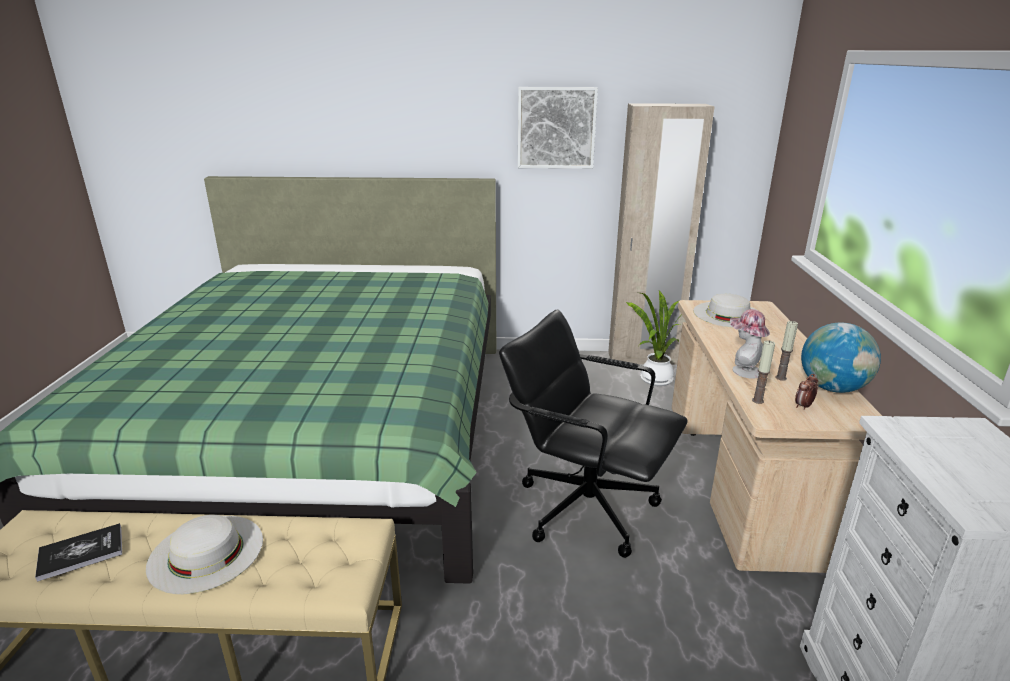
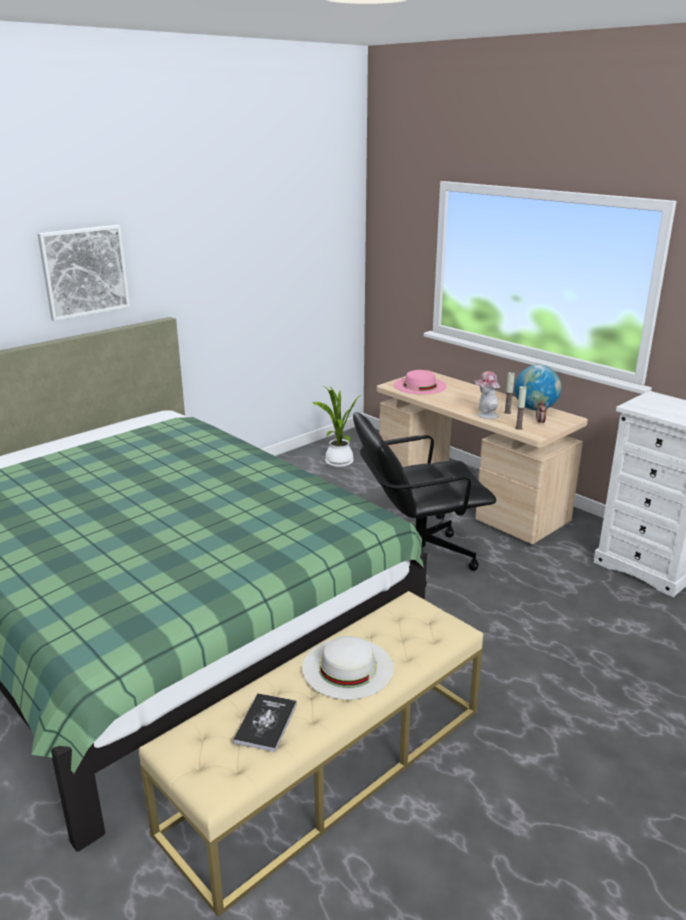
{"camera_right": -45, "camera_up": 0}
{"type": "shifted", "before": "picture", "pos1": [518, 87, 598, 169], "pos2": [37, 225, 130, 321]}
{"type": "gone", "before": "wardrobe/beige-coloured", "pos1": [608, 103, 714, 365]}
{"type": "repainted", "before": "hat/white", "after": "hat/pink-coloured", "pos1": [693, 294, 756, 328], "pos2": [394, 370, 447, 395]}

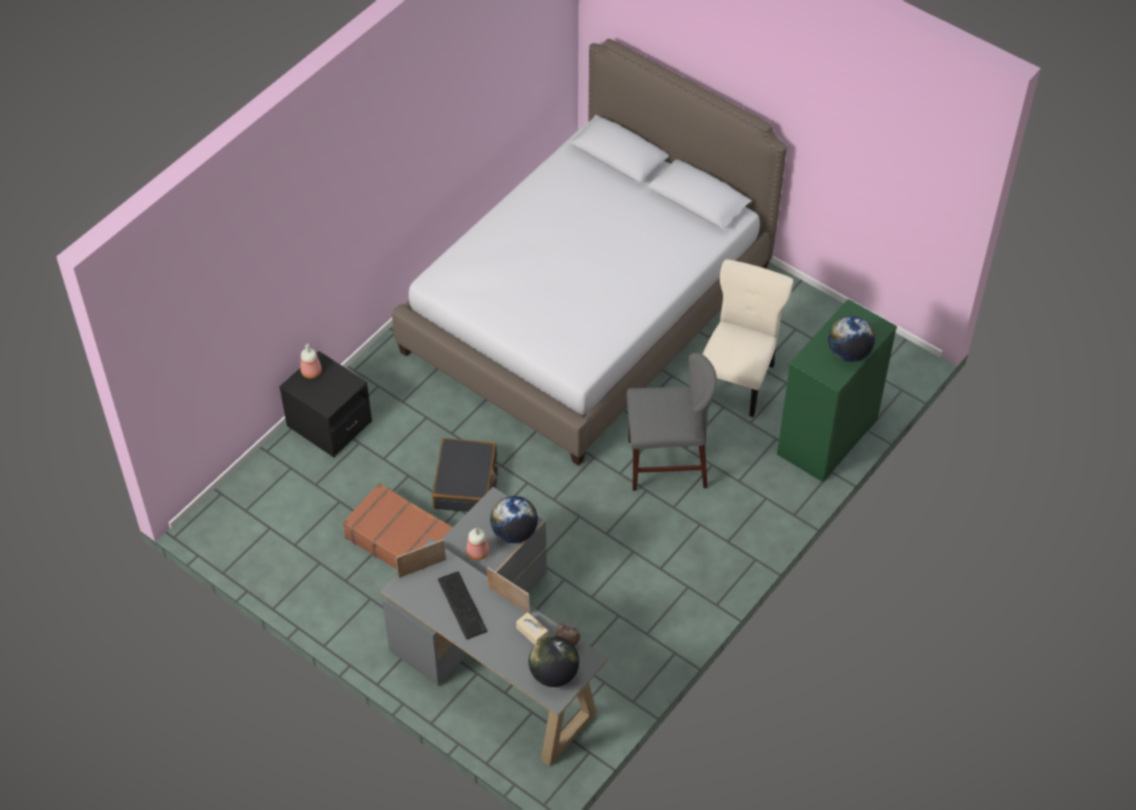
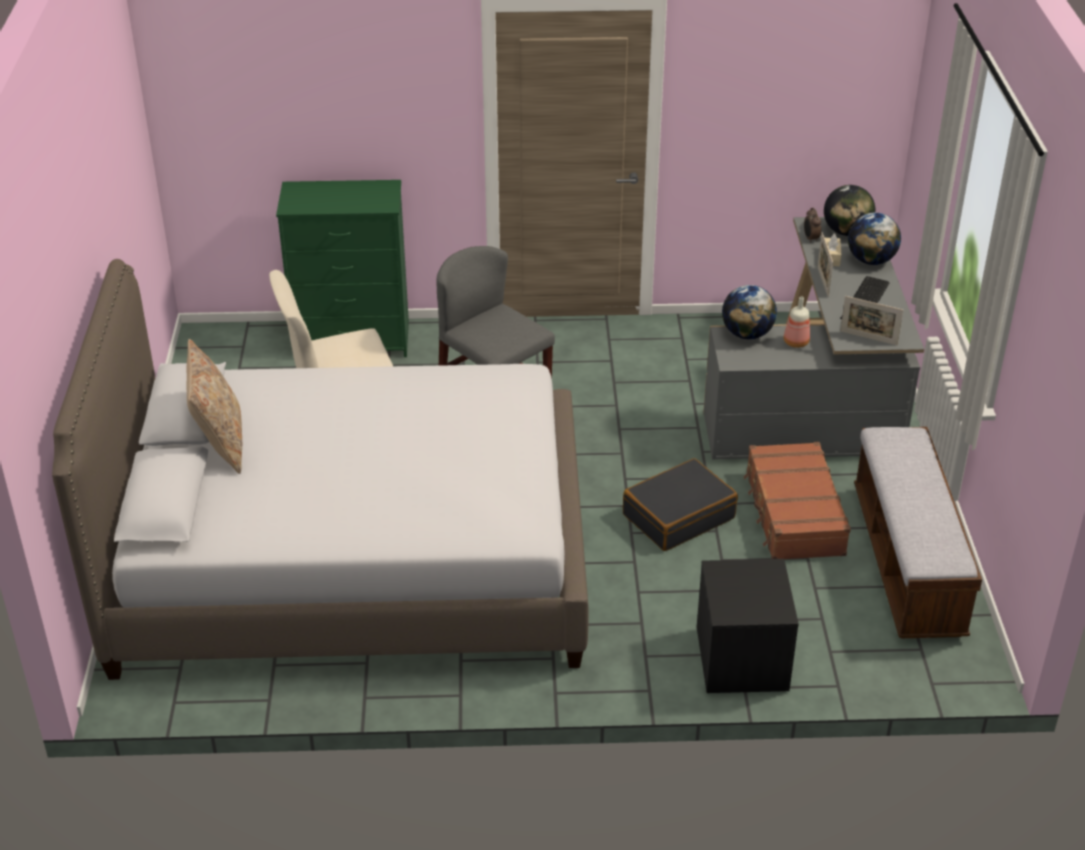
{"camera_right": -130, "camera_up": -15}
{"type": "gone", "before": "drink bottle", "pos1": [300, 344, 322, 379]}
{"type": "shifted", "before": "globe", "pos1": [828, 316, 875, 362], "pos2": [848, 212, 901, 265]}
{"type": "new", "after": "pillow/beige-coloured", "pos2": [187, 339, 242, 474]}
{"type": "new", "after": "bench", "pos2": [854, 427, 982, 638]}

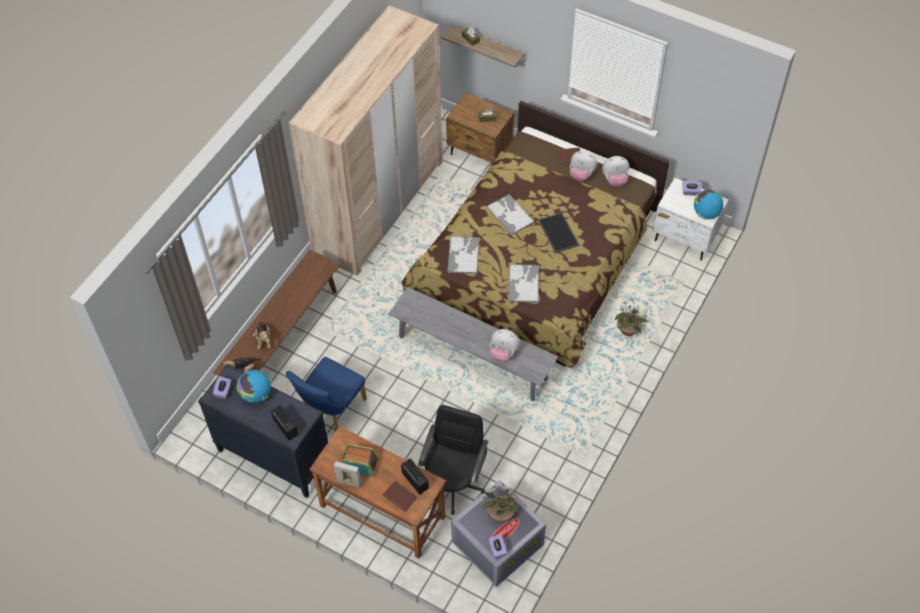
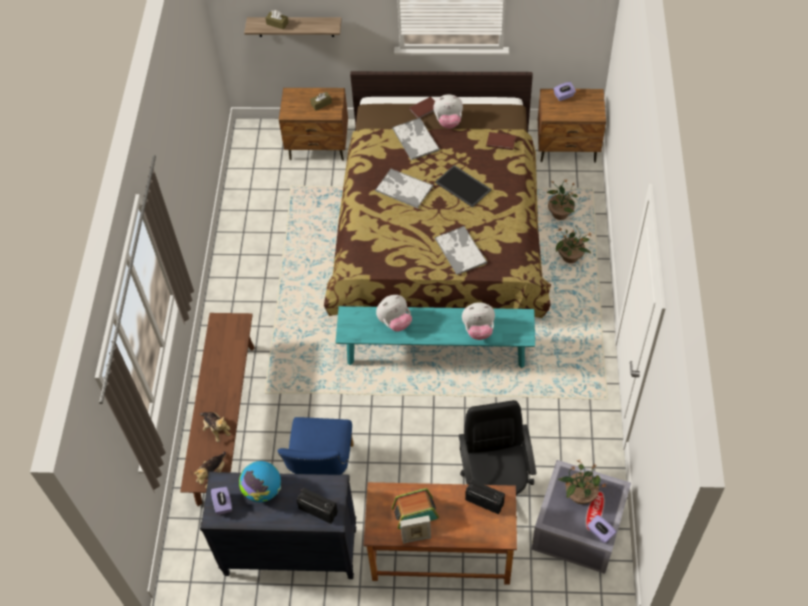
{"camera_right": -25, "camera_up": 0}
{"type": "gone", "before": "wardrobe/beige-coloured", "pos1": [289, 5, 443, 276]}
{"type": "shifted", "before": "book/brown", "pos1": [383, 481, 417, 512], "pos2": [486, 132, 516, 150]}
{"type": "repainted", "before": "bench/grey", "after": "bench/blue-green", "pos1": [389, 287, 558, 401], "pos2": [335, 306, 535, 368]}
{"type": "shifted", "before": "carrying tray", "pos1": [447, 236, 479, 274], "pos2": [392, 118, 440, 161]}
{"type": "shifted", "before": "plush toy", "pos1": [602, 156, 629, 187], "pos2": [376, 295, 412, 332]}
{"type": "repainted", "before": "night table/white", "after": "night table/brown", "pos1": [653, 178, 729, 261], "pos2": [538, 89, 606, 163]}
{"type": "gone", "before": "globe", "pos1": [694, 190, 723, 220]}
{"type": "new", "after": "plant in a pot", "pos2": [547, 179, 578, 220]}

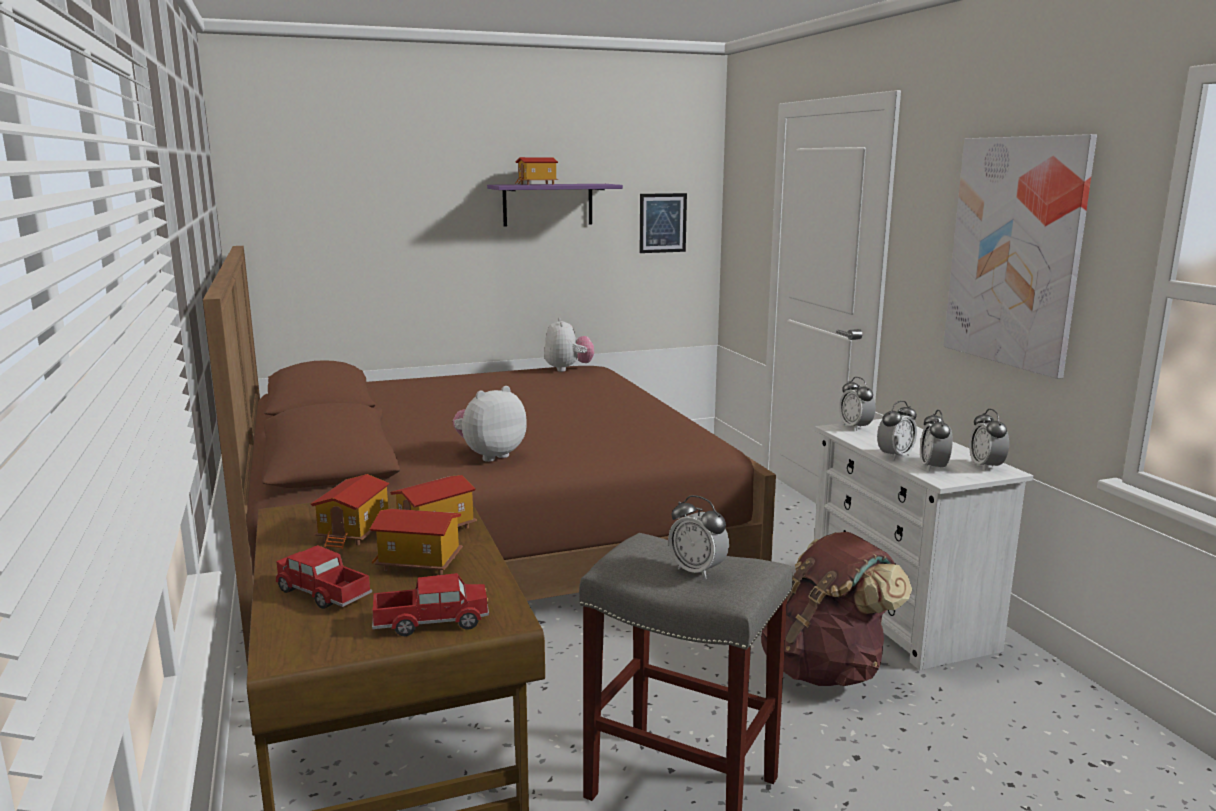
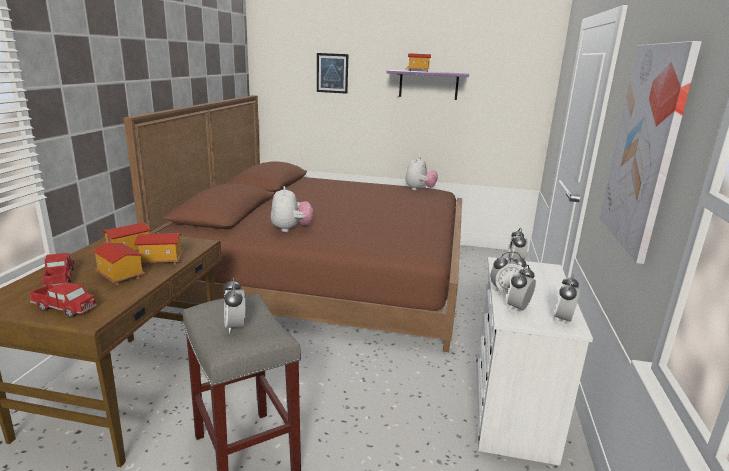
{"camera_right": 30, "camera_up": 5}
{"type": "rotated", "before": "plush toy", "pos1": [453, 386, 527, 462], "pos2": [271, 186, 313, 232], "turn": 90}
{"type": "shifted", "before": "picture", "pos1": [640, 193, 687, 253], "pos2": [317, 53, 348, 94]}
{"type": "gone", "before": "rucksack/brown", "pos1": [761, 532, 912, 686]}

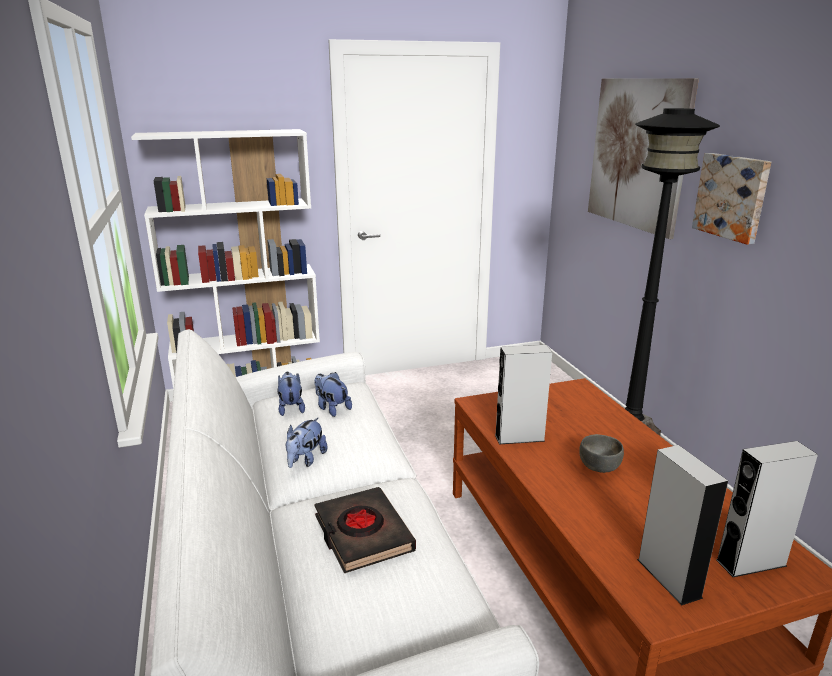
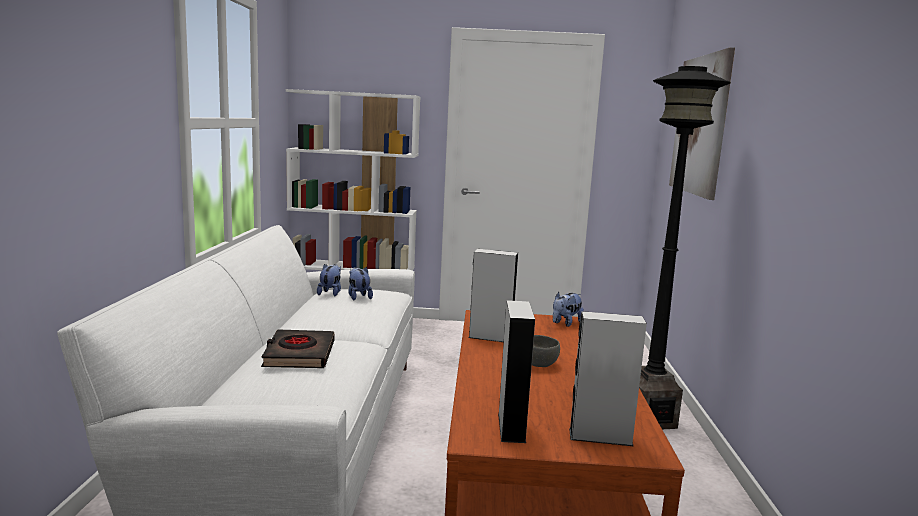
{"camera_right": 20, "camera_up": -10}
{"type": "shifted", "before": "plush toy", "pos1": [286, 417, 328, 468], "pos2": [553, 292, 584, 327]}
{"type": "gone", "before": "picture", "pos1": [692, 153, 771, 245]}

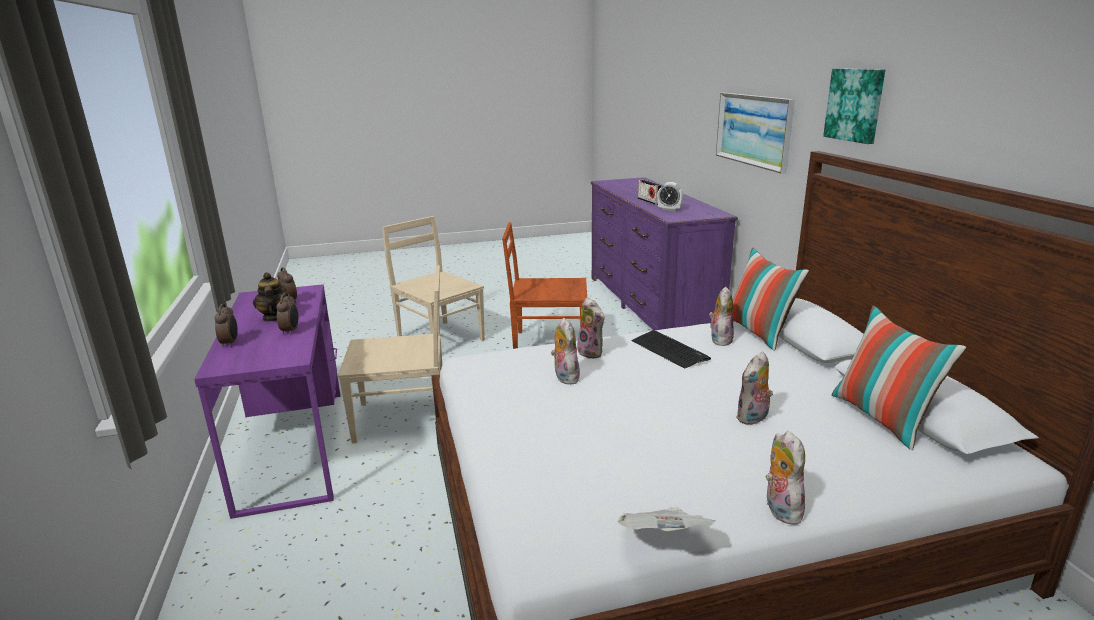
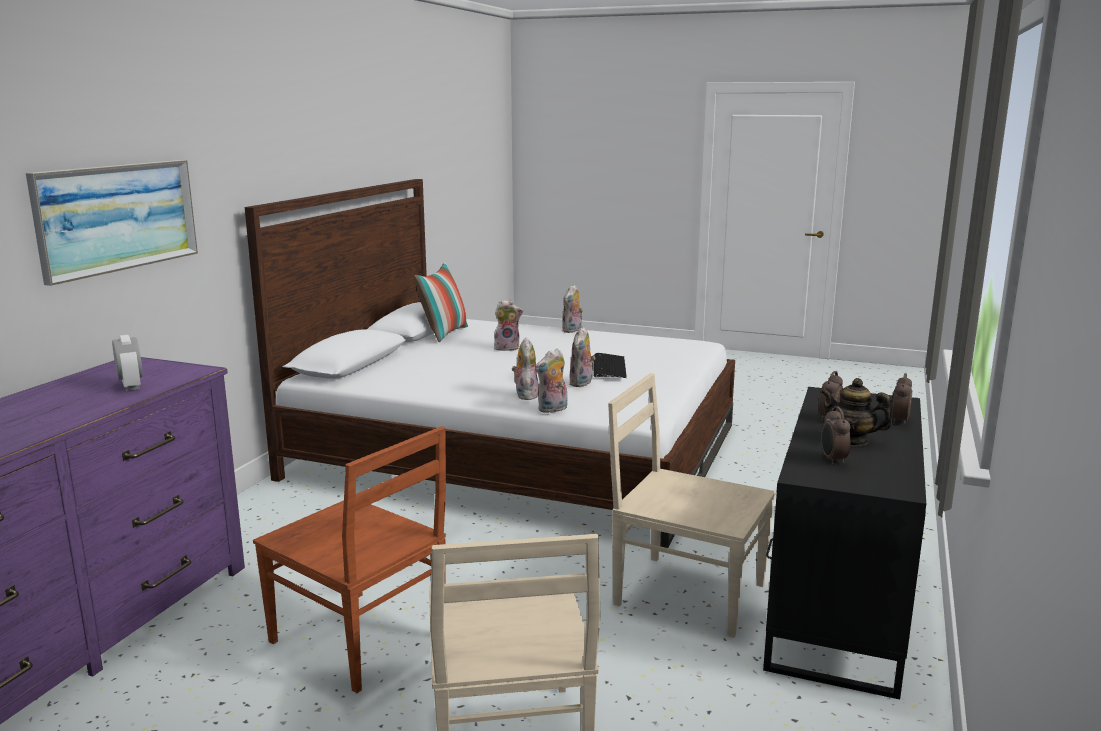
{"camera_right": -145, "camera_up": -5}
{"type": "repainted", "before": "desk unit/purple", "after": "desk unit/black", "pos1": [194, 284, 341, 519], "pos2": [763, 387, 926, 699]}
{"type": "rotated", "before": "teapot", "pos1": [253, 272, 286, 322], "pos2": [821, 378, 893, 446], "turn": 105}
{"type": "gone", "before": "newspaper", "pos1": [618, 507, 715, 531]}
{"type": "shifted", "before": "computer keyboard", "pos1": [632, 330, 711, 369], "pos2": [594, 353, 627, 378]}
{"type": "gone", "before": "radio receiver", "pos1": [638, 180, 662, 205]}
{"type": "shifted", "before": "plush toy", "pos1": [709, 287, 734, 346], "pos2": [535, 348, 567, 413]}
{"type": "gone", "before": "pillow", "pos1": [733, 248, 809, 351]}
{"type": "gone", "before": "picture", "pos1": [823, 68, 885, 144]}

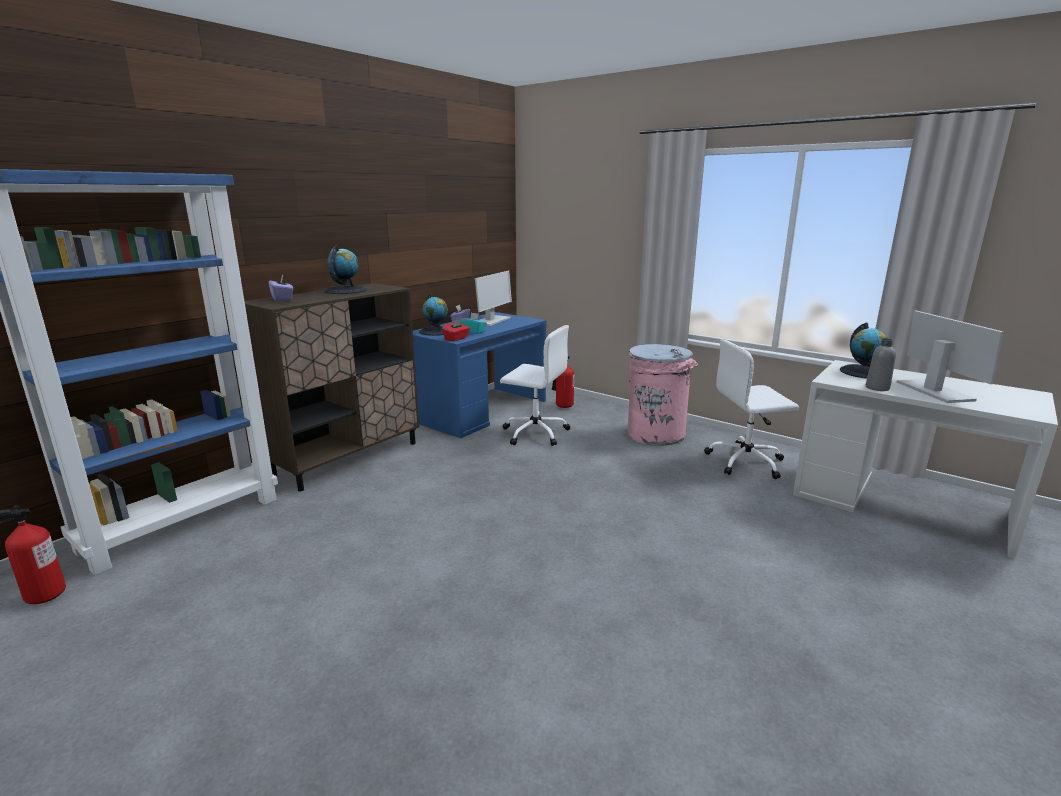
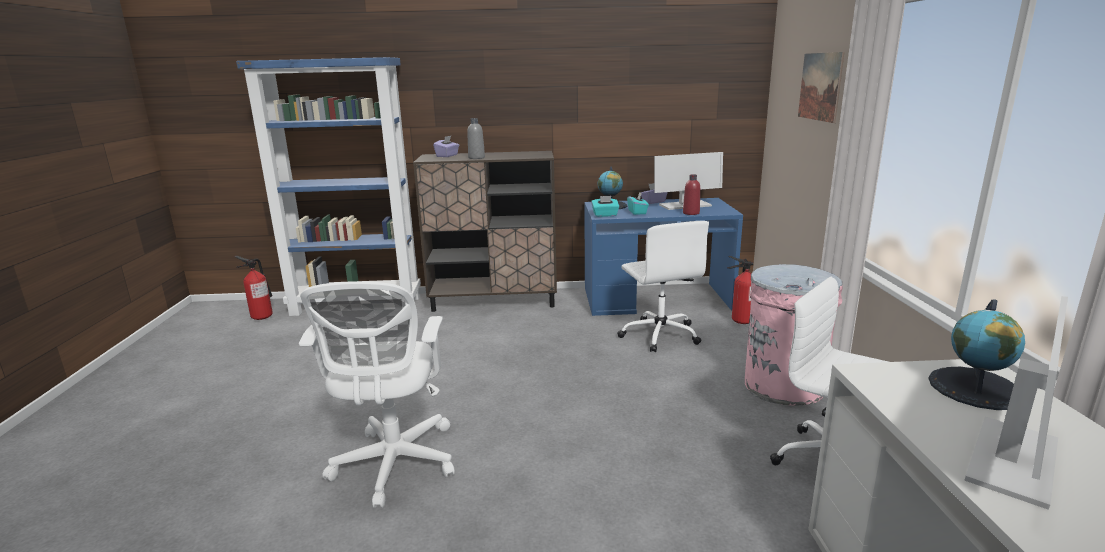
{"camera_right": 50, "camera_up": 0}
{"type": "gone", "before": "globe", "pos1": [325, 245, 367, 294]}
{"type": "repainted", "before": "box of tissues/red", "after": "box of tissues/blue-green", "pos1": [442, 319, 470, 341], "pos2": [591, 196, 619, 217]}
{"type": "shifted", "before": "drink bottle/grey", "pos1": [866, 338, 896, 391], "pos2": [467, 118, 485, 159]}
{"type": "new", "after": "office chair/white", "pos2": [299, 281, 455, 508]}
{"type": "new", "after": "drink bottle/red", "pos2": [683, 174, 700, 215]}
{"type": "new", "after": "picture", "pos2": [798, 52, 844, 123]}

